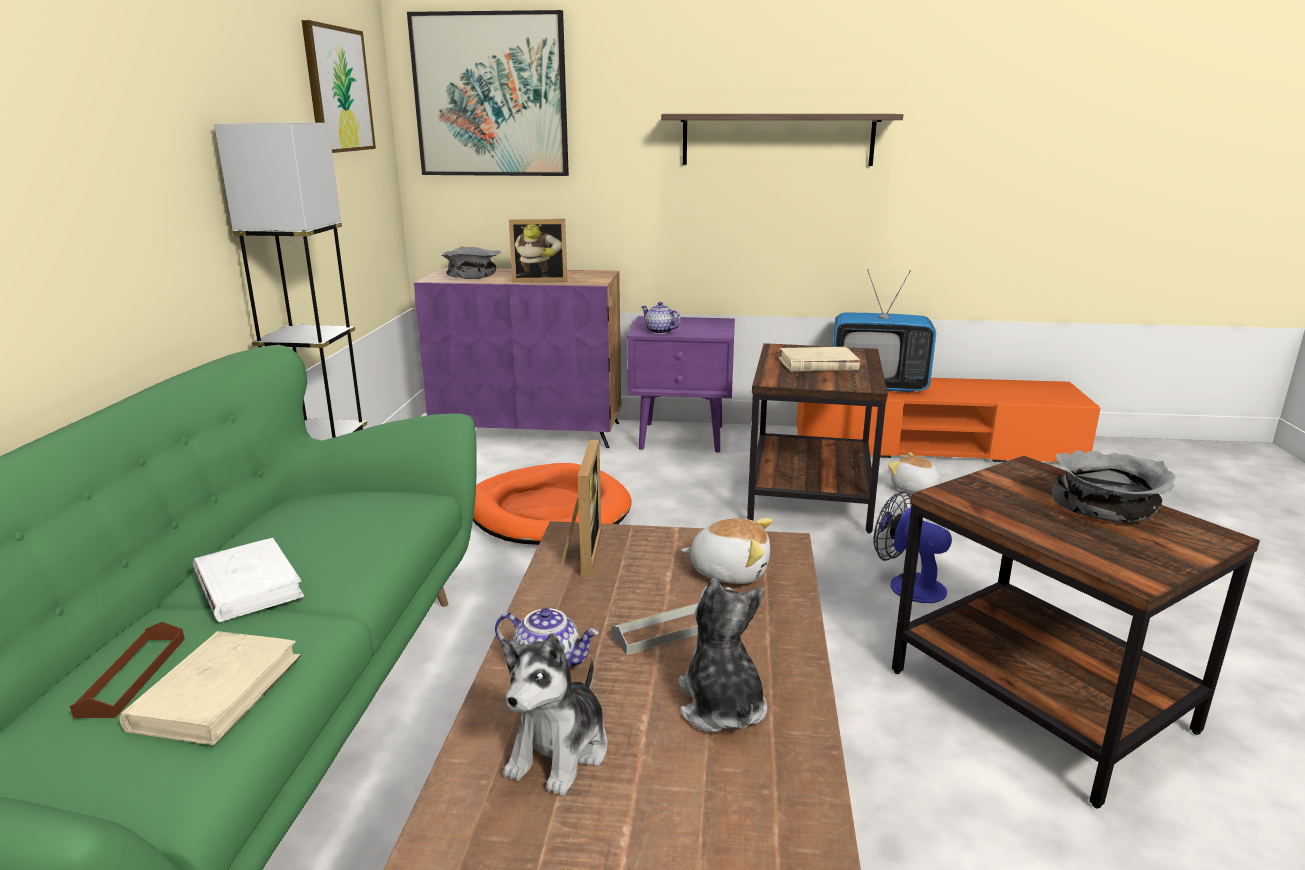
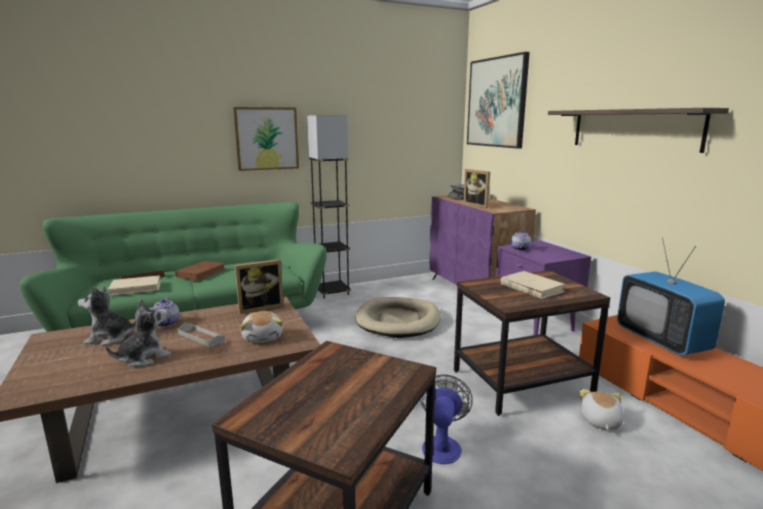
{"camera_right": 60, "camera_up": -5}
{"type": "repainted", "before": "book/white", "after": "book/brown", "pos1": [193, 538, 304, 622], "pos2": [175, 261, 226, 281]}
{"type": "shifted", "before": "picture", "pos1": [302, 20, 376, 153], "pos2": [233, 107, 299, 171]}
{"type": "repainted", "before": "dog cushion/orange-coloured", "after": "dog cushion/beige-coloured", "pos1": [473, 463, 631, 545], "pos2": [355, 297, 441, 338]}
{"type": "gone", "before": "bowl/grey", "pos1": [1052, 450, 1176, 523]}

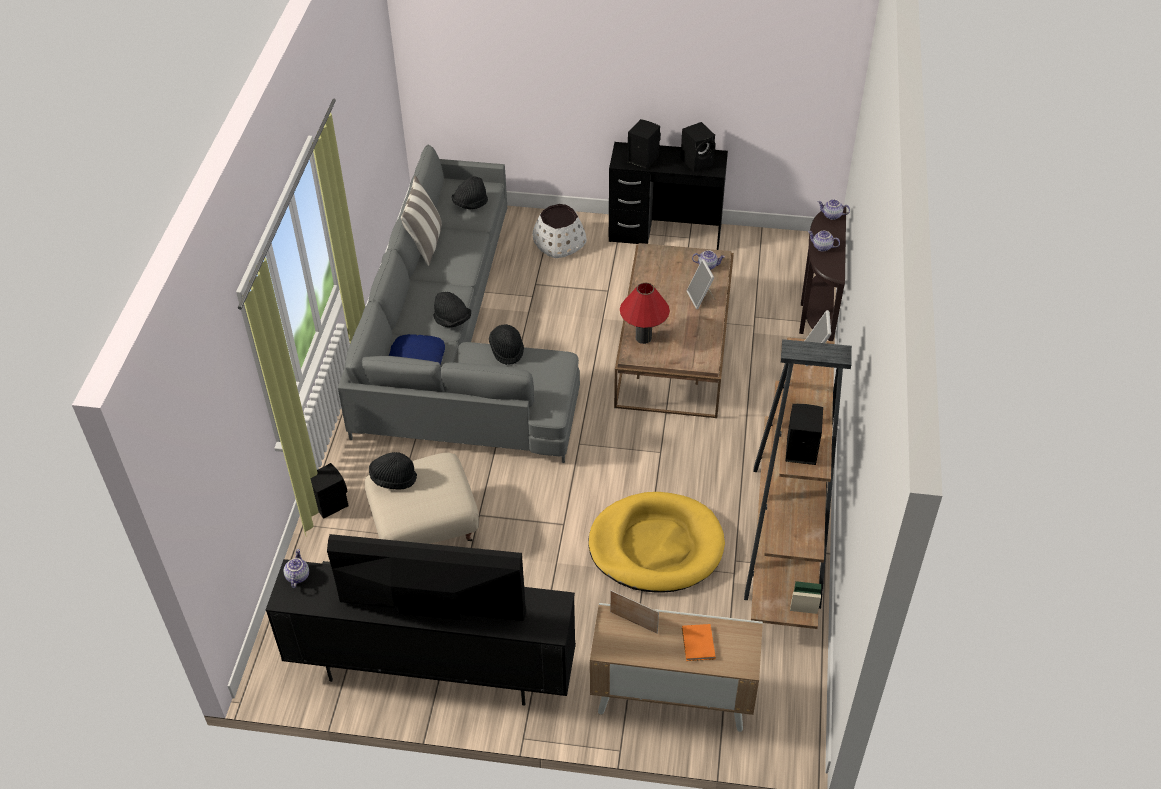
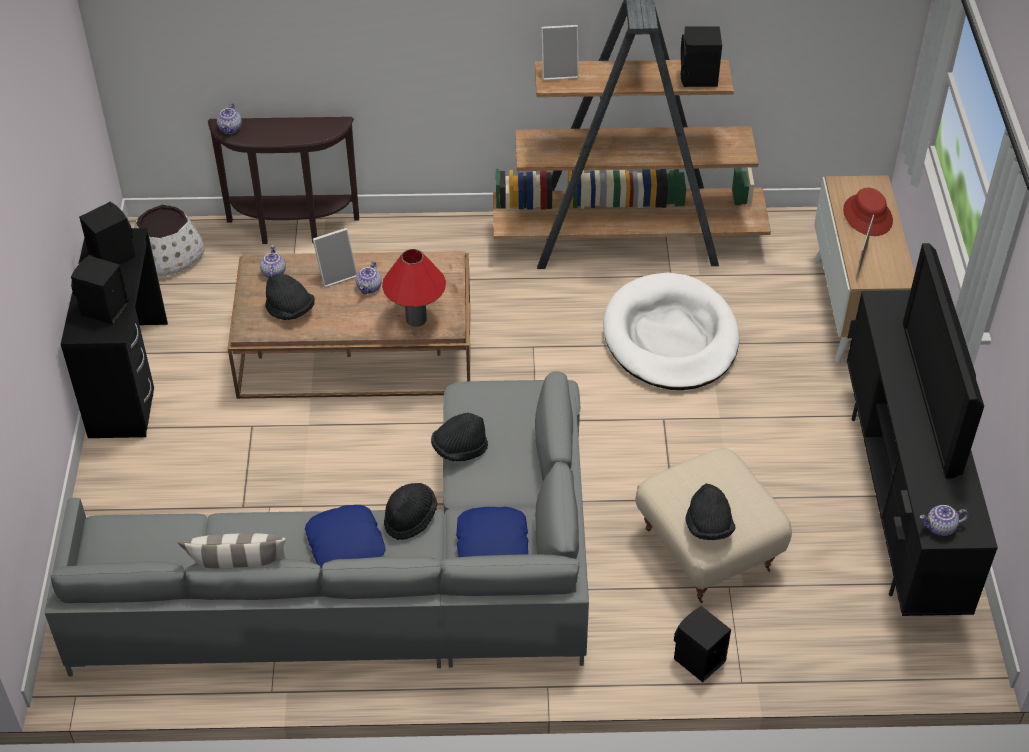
{"camera_right": -100, "camera_up": 0}
{"type": "shifted", "before": "hat/black", "pos1": [452, 176, 488, 209], "pos2": [265, 274, 315, 320]}
{"type": "shifted", "before": "planter/white", "pos1": [533, 204, 587, 258], "pos2": [134, 205, 205, 276]}
{"type": "repainted", "before": "dog cushion/yellow-coloured", "after": "dog cushion/white", "pos1": [588, 492, 725, 592], "pos2": [603, 273, 739, 390]}
{"type": "swapped", "before": "book/orange-coloured", "after": "hat/red", "pos1": [682, 624, 716, 661], "pos2": [843, 188, 893, 236]}
{"type": "shifted", "before": "teapot", "pos1": [808, 231, 840, 252], "pos2": [356, 261, 382, 294]}
{"type": "new", "after": "pillow/bluish", "pos2": [305, 505, 386, 569]}

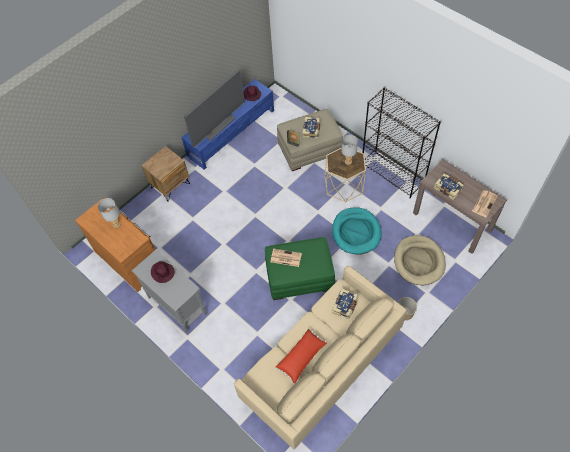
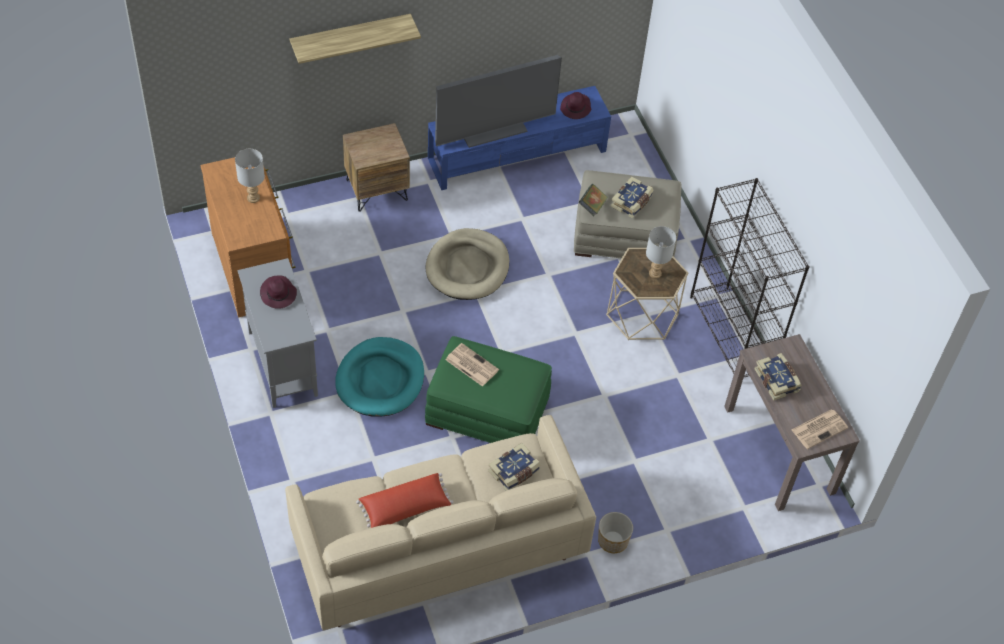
{"camera_right": 20, "camera_up": -5}
{"type": "shifted", "before": "dog cushion/blue-green", "pos1": [332, 207, 381, 255], "pos2": [335, 337, 424, 417]}
{"type": "shifted", "before": "dog cushion/beige-coloured", "pos1": [394, 235, 446, 285], "pos2": [426, 228, 509, 300]}
{"type": "new", "after": "wall shelf", "pos2": [290, 14, 421, 64]}

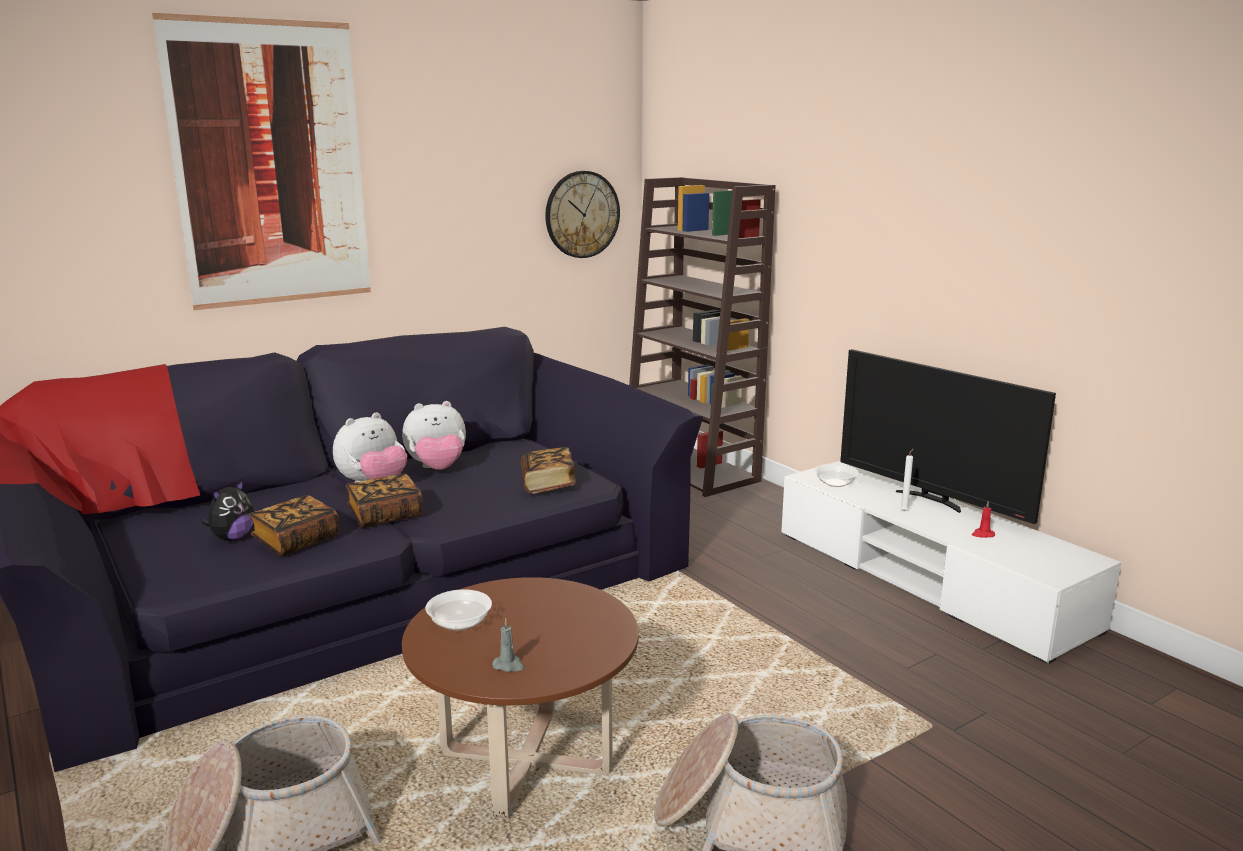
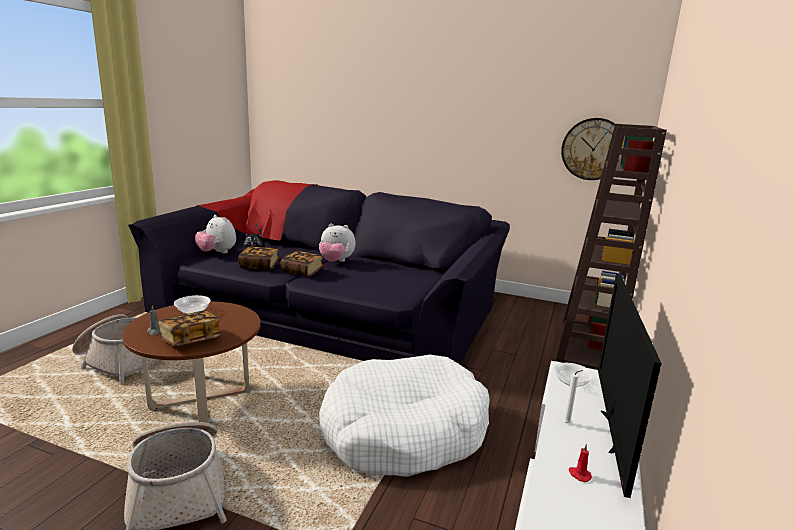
{"camera_right": 55, "camera_up": 0}
{"type": "gone", "before": "picture", "pos1": [152, 13, 371, 310]}
{"type": "shifted", "before": "plush toy", "pos1": [402, 401, 466, 470], "pos2": [195, 215, 236, 254]}
{"type": "shifted", "before": "book", "pos1": [521, 447, 576, 494], "pos2": [158, 310, 222, 346]}
{"type": "new", "after": "dog cushion/white", "pos2": [318, 355, 490, 477]}

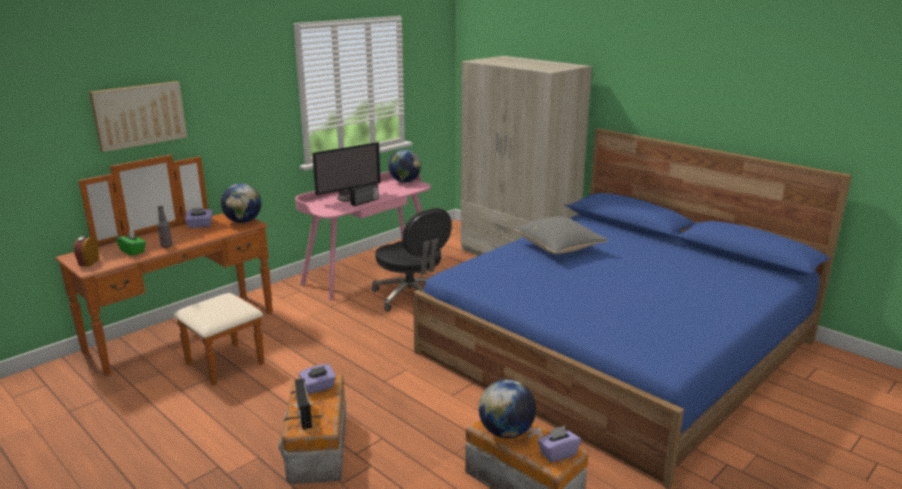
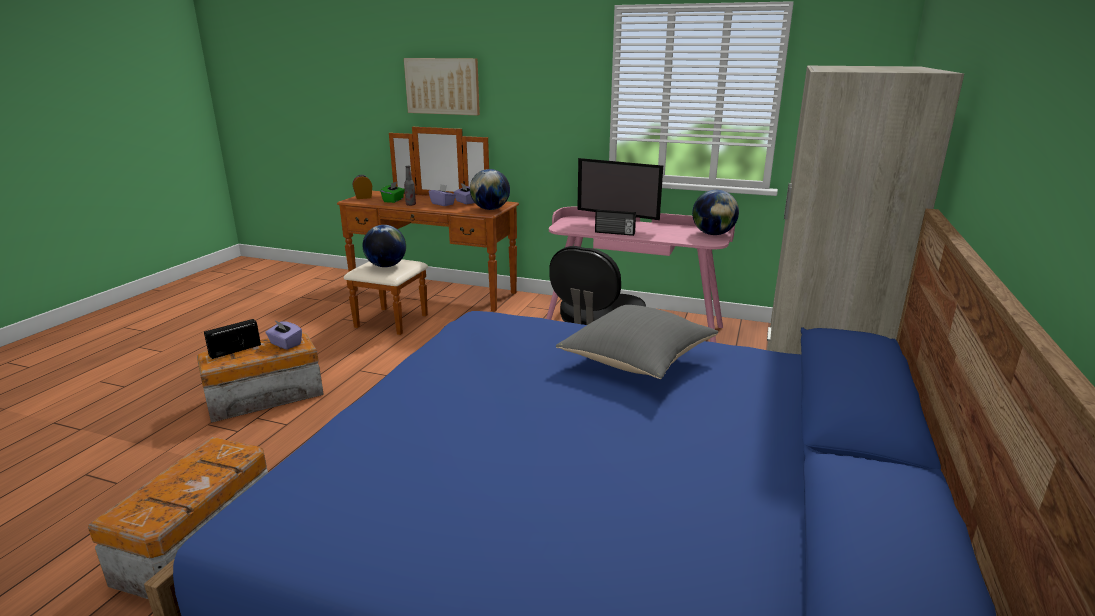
{"camera_right": 65, "camera_up": 0}
{"type": "shifted", "before": "globe", "pos1": [479, 379, 536, 438], "pos2": [363, 225, 406, 267]}
{"type": "shifted", "before": "box of tissues/purple", "pos1": [538, 426, 581, 463], "pos2": [429, 184, 456, 206]}

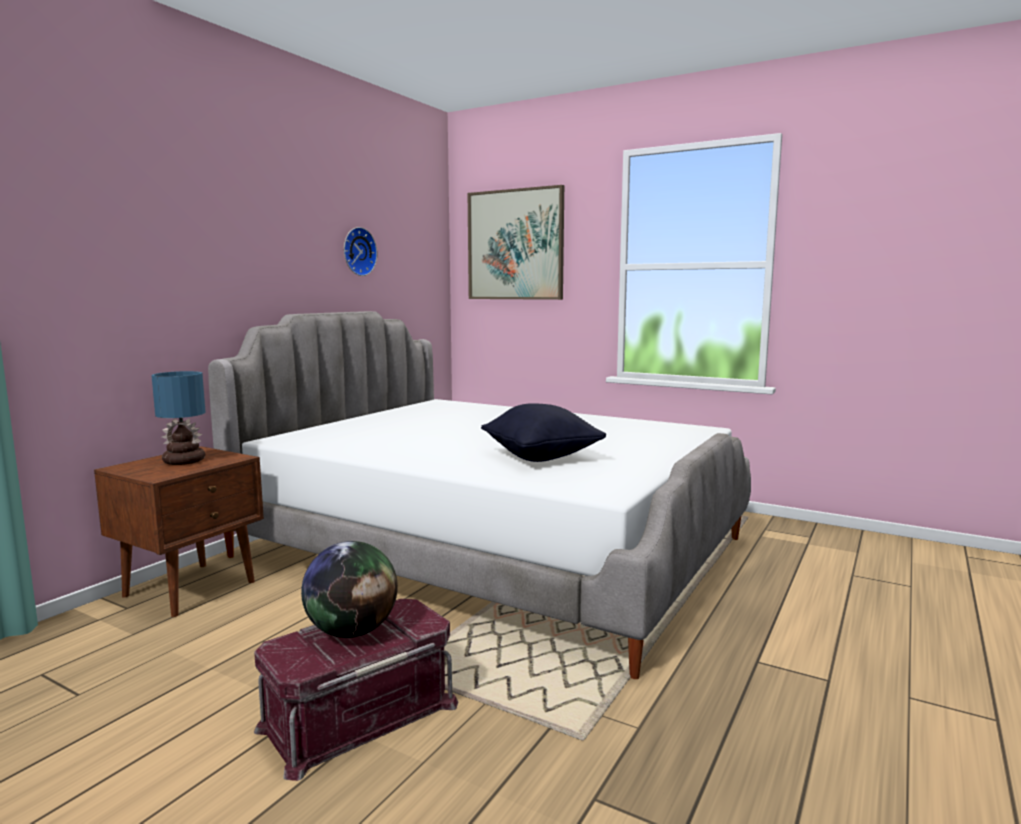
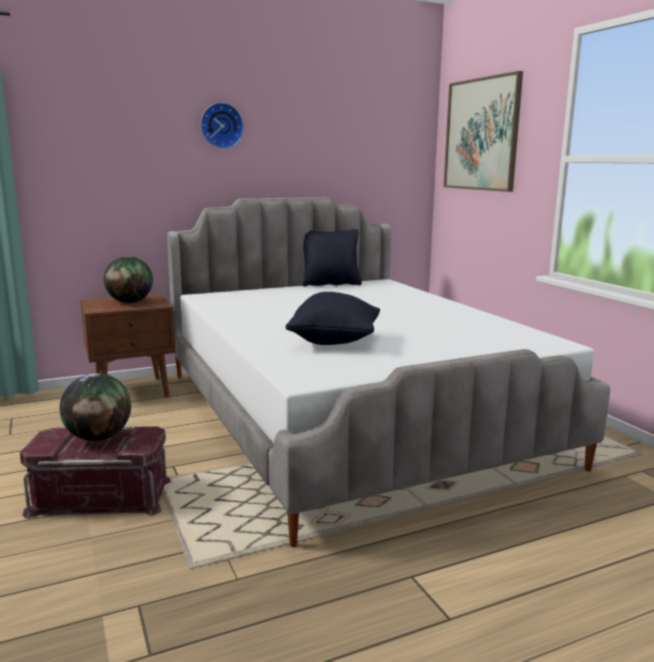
{"camera_right": 35, "camera_up": 5}
{"type": "swapped", "before": "tabletop lamp", "after": "globe", "pos1": [151, 371, 206, 465], "pos2": [104, 256, 153, 303]}
{"type": "shifted", "before": "hanging clock", "pos1": [344, 227, 377, 276], "pos2": [200, 102, 244, 149]}
{"type": "new", "after": "pillow/black", "pos2": [303, 229, 362, 286]}

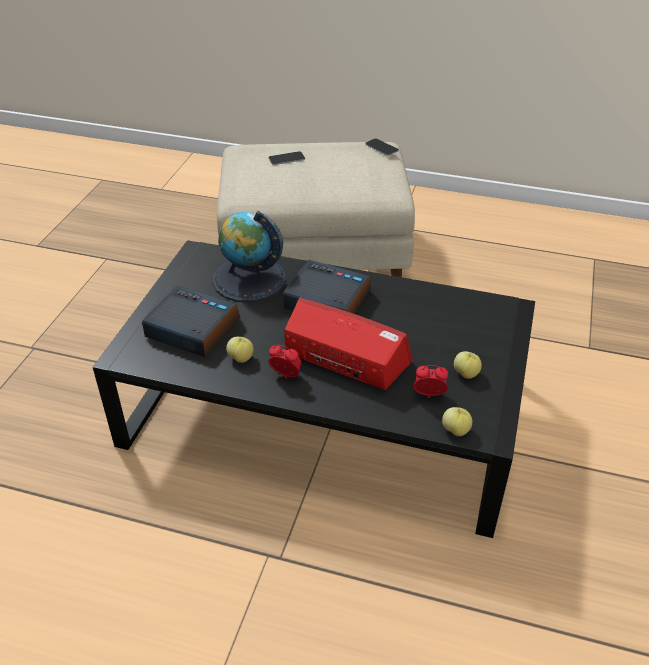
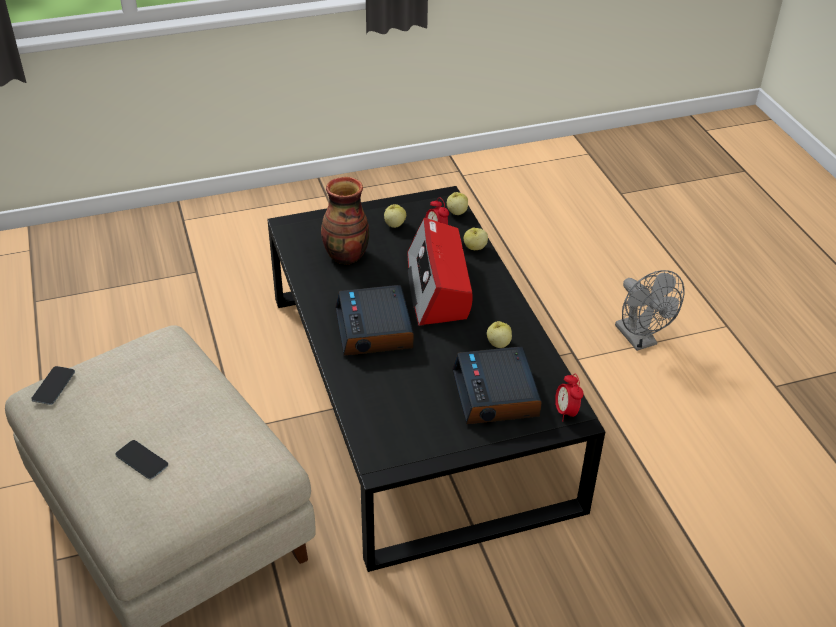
{"camera_right": -125, "camera_up": 0}
{"type": "gone", "before": "globe", "pos1": [212, 211, 286, 302]}
{"type": "shifted", "before": "table clock", "pos1": [269, 345, 302, 378], "pos2": [555, 374, 584, 422]}
{"type": "new", "after": "flower vase", "pos2": [321, 177, 369, 265]}
{"type": "new", "after": "apple", "pos2": [464, 228, 488, 250]}
{"type": "new", "after": "cooling fan/grey", "pos2": [615, 270, 685, 351]}

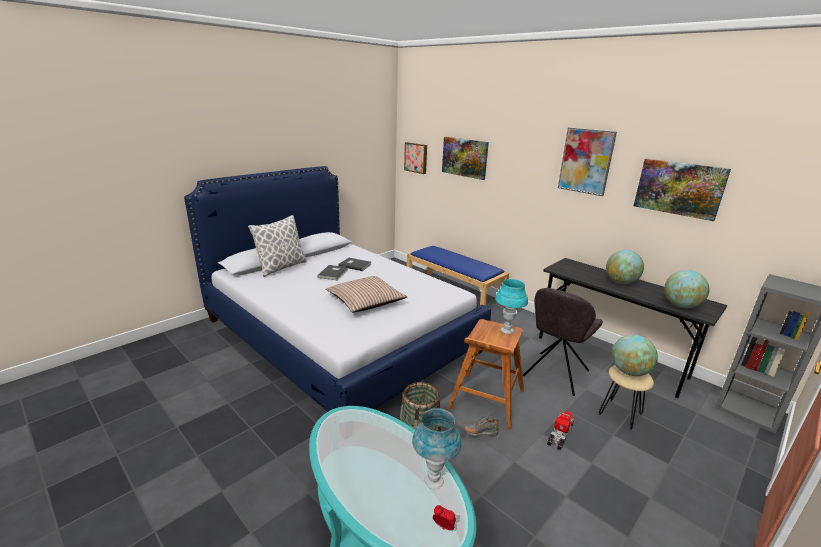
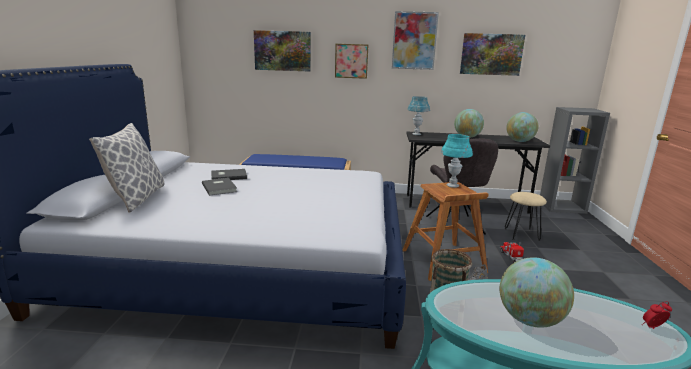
{"camera_right": -40, "camera_up": -5}
{"type": "gone", "before": "pillow", "pos1": [326, 276, 407, 313]}
{"type": "shifted", "before": "picture", "pos1": [404, 142, 427, 174], "pos2": [335, 44, 368, 79]}
{"type": "shifted", "before": "tabletop lamp/bluish", "pos1": [412, 408, 462, 489], "pos2": [407, 96, 430, 135]}
{"type": "shifted", "before": "globe", "pos1": [612, 335, 658, 376], "pos2": [500, 257, 574, 328]}

